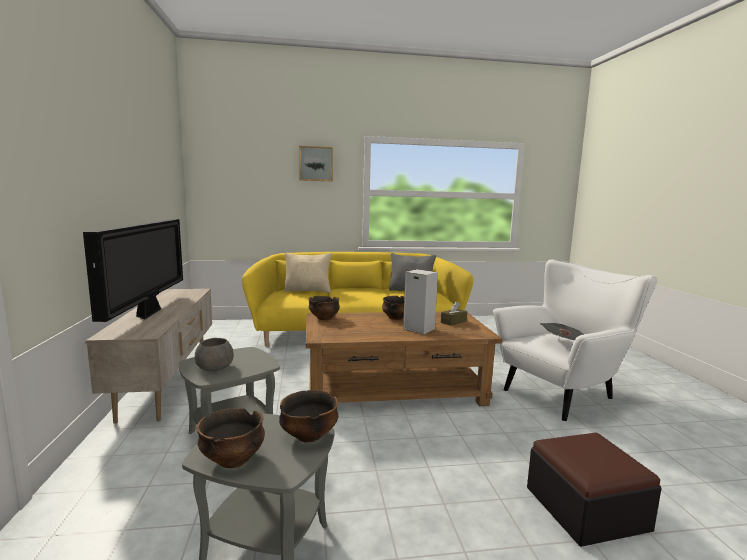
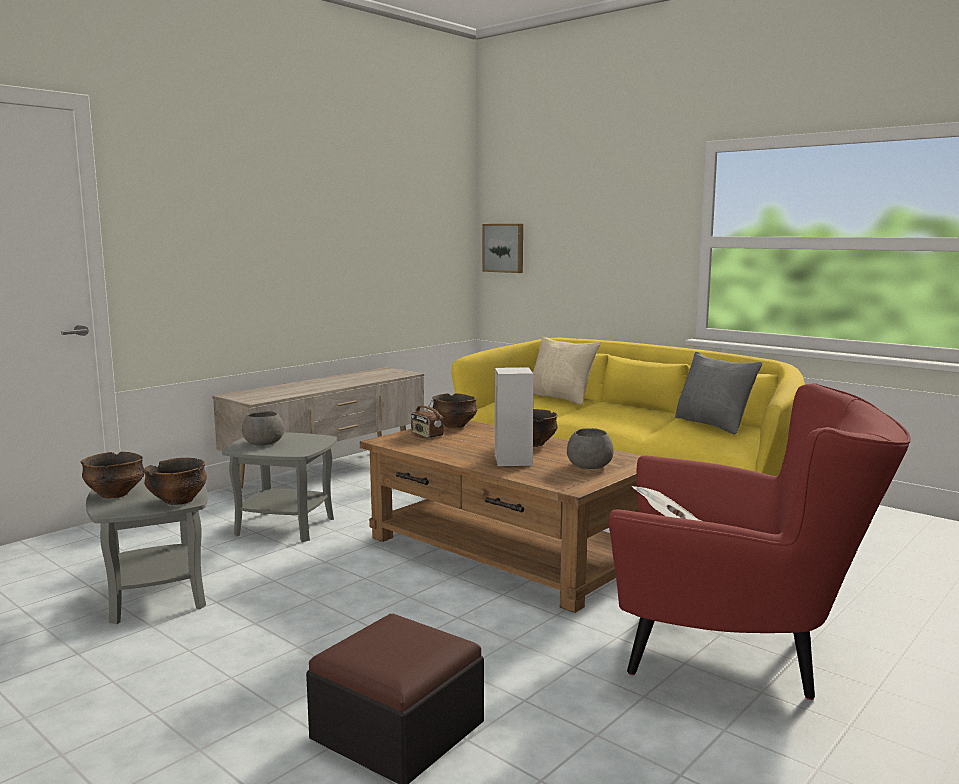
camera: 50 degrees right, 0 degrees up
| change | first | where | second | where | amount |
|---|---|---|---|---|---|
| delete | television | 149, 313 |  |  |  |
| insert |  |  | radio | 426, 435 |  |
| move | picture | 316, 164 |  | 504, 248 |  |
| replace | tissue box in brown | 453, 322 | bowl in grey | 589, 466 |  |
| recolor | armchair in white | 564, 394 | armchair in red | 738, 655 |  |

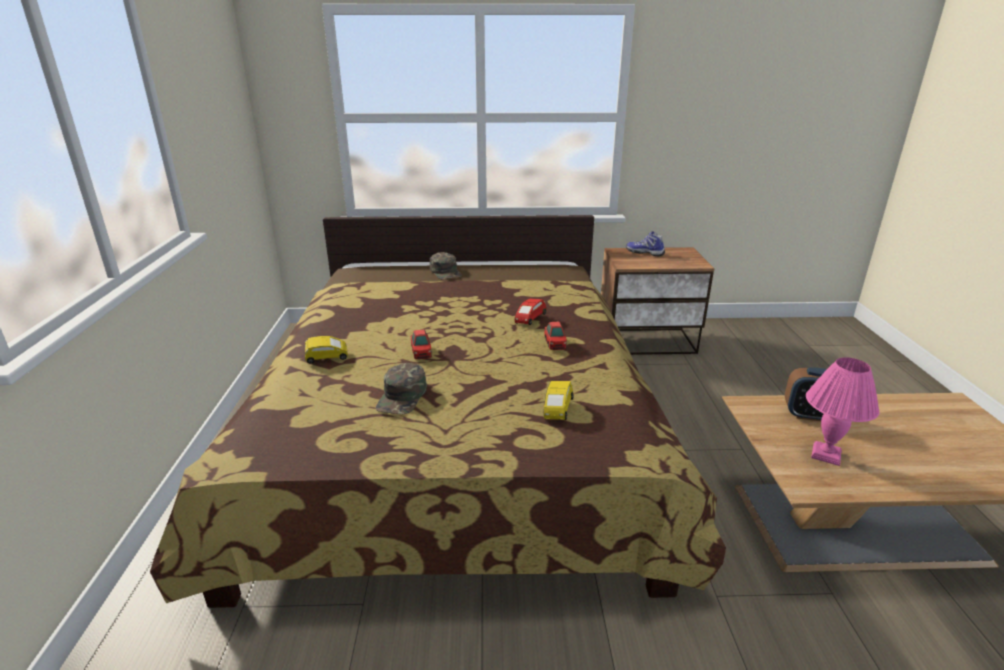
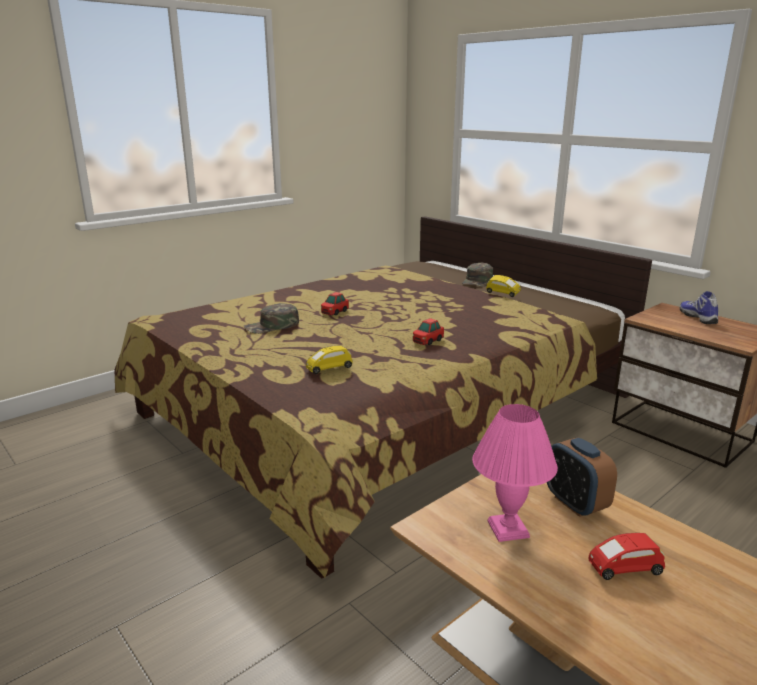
camera: 50 degrees right, 5 degrees down
| change | first | where | second | where | amount |
|---|---|---|---|---|---|
| move | toy car in yellow | 327, 358 |  | 502, 293 |  |
| move | toy car in red | 529, 319 |  | 623, 569 |  |

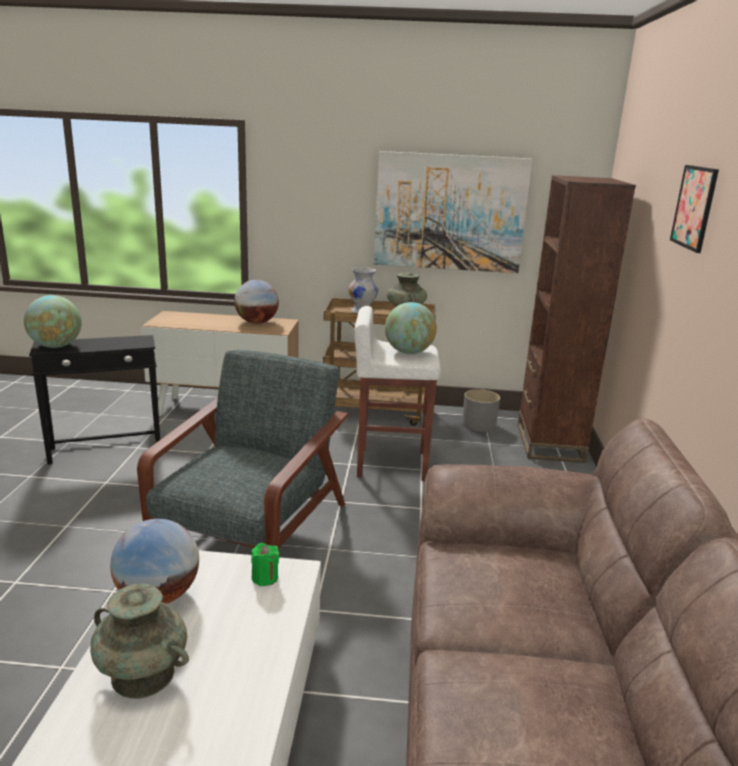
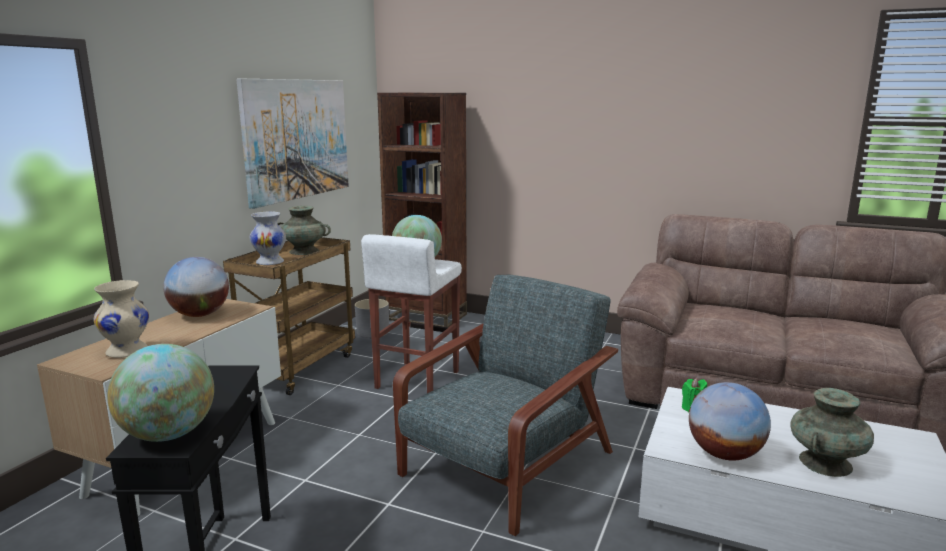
camera: 70 degrees left, 5 degrees down
| change | first | where | second | where | amount |
|---|---|---|---|---|---|
| delete | picture | 694, 207 |  |  |  |
| insert |  |  | vase in beige | 126, 351 |  |
| rotate | armchair in grey | 251, 531 |  | 505, 466 | 90 degrees clockwise |

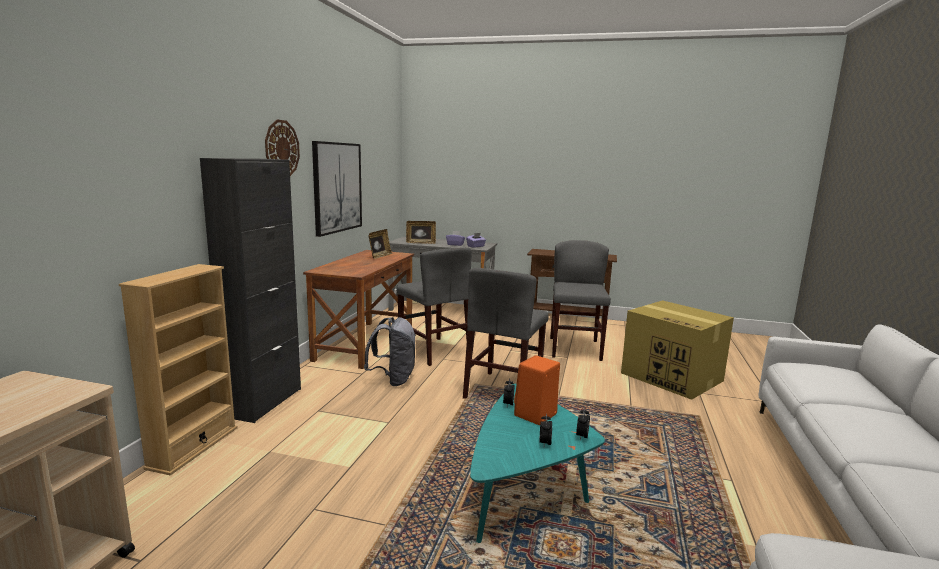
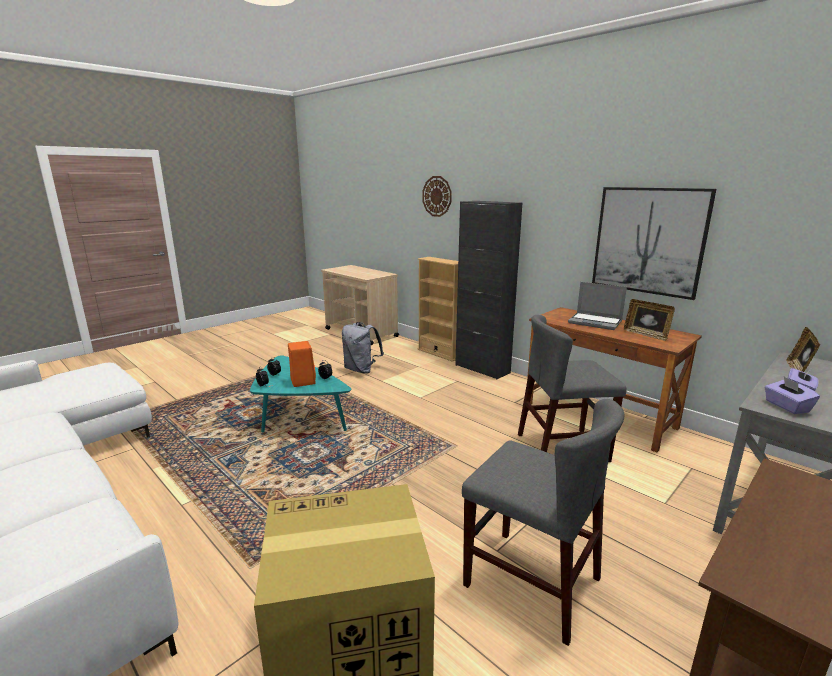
camera: 120 degrees right, 5 degrees up
| change | first | where | second | where | amount |
|---|---|---|---|---|---|
| delete | chair in grey | 503, 390 |  |  |  |
| insert |  |  | laptop | 595, 322 |  |
| move | wall clock | 282, 149 |  | 437, 196 |  |
| move | backpack in grey | 393, 379 |  | 361, 370 |  |

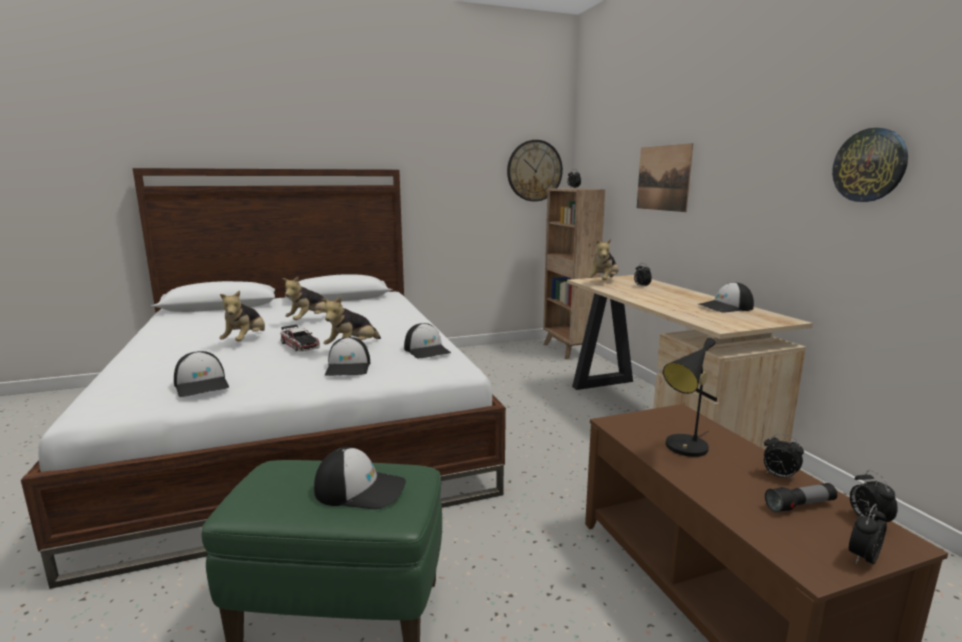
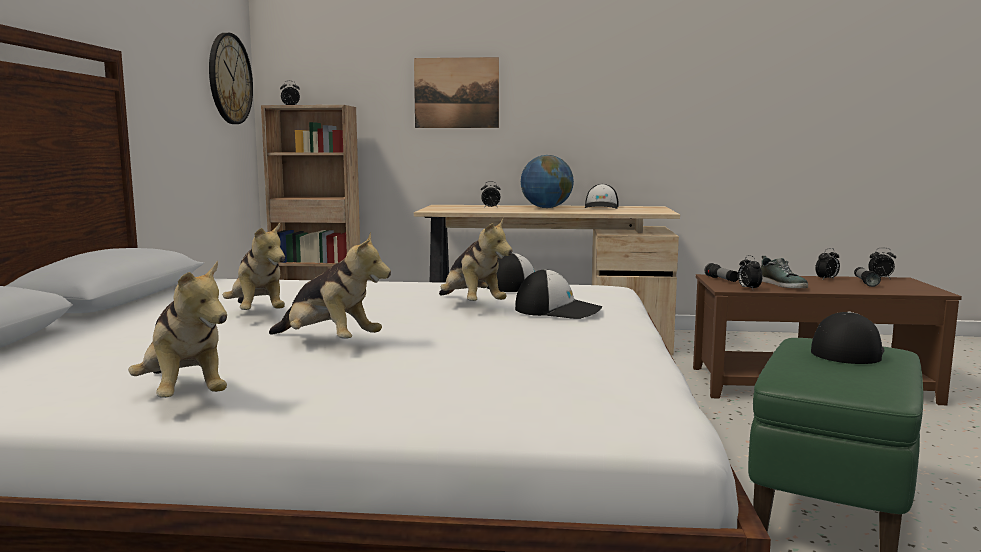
camera: 65 degrees left, 5 degrees down
| change | first | where | second | where | amount |
|---|---|---|---|---|---|
| delete | cap | 202, 385 |  |  |  |
| delete | toy car | 300, 345 |  |  |  |
| delete | wall clock | 869, 165 |  |  |  |
| insert |  |  | globe | 546, 208 |  |
| insert |  |  | flashlight | 721, 280 |  |
| move | plush toy | 604, 282 |  | 184, 396 |  |
| move | alarm clock | 863, 558 |  | 748, 289 |  |
| replace | table lamp in black | 684, 449 | shoe | 782, 284 |  |

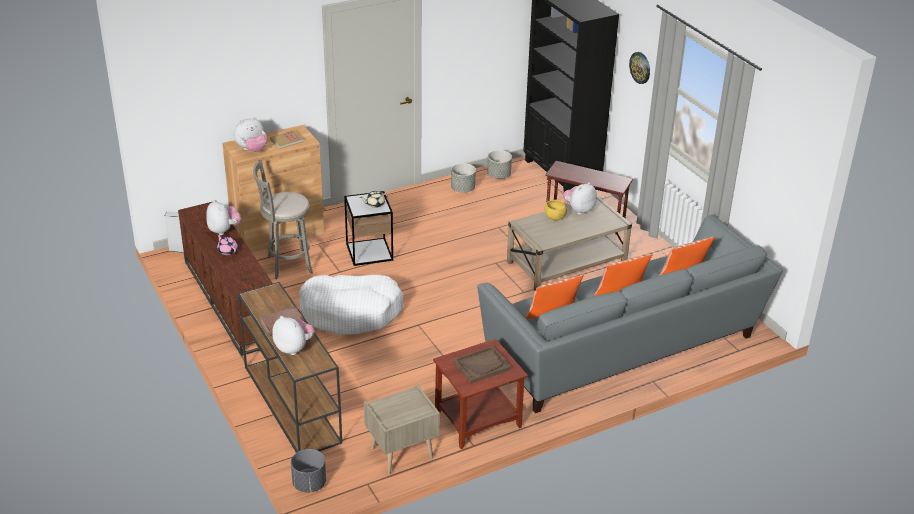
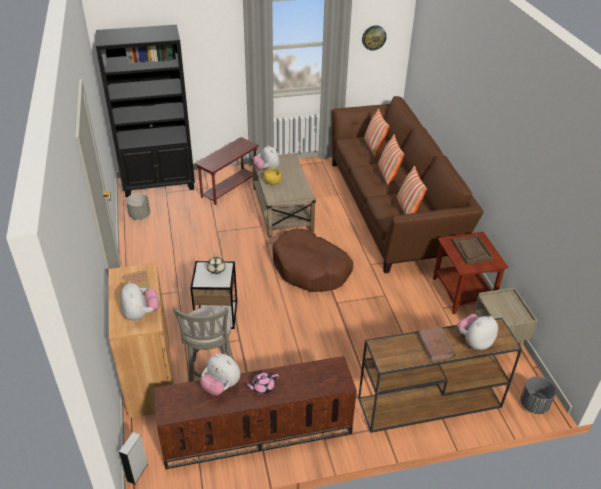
camera: 75 degrees left, 5 degrees up
| change | first | where | second | where | amount |
|---|---|---|---|---|---|
| delete | dog bed in white | 351, 312 |  |  |  |
| delete | planter in grey | 463, 189 |  |  |  |
| insert |  |  | dog bed in brown | 311, 269 |  |
| move | wall clock | 640, 67 |  | 374, 37 |  |
| recolor | sofa in grey | 622, 350 | sofa in brown | 393, 208 |  |
| rotate | plush toy | 224, 230 |  | 221, 386 | 135 degrees counterclockwise |

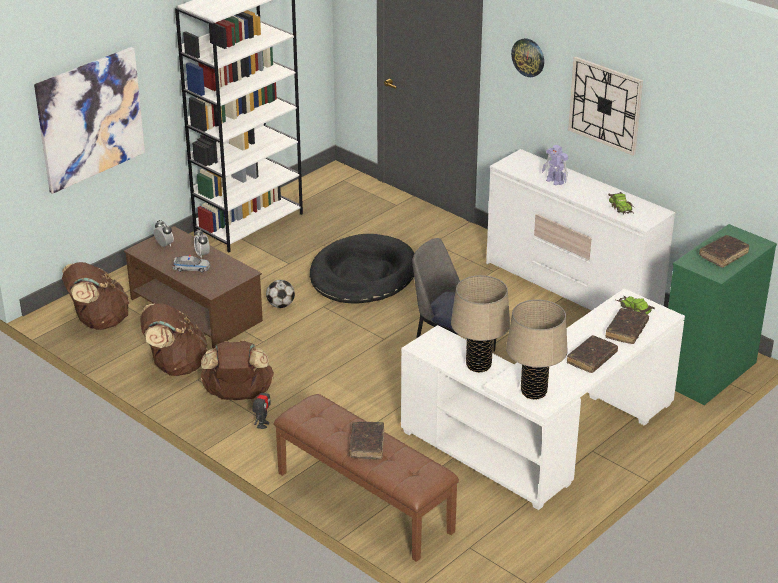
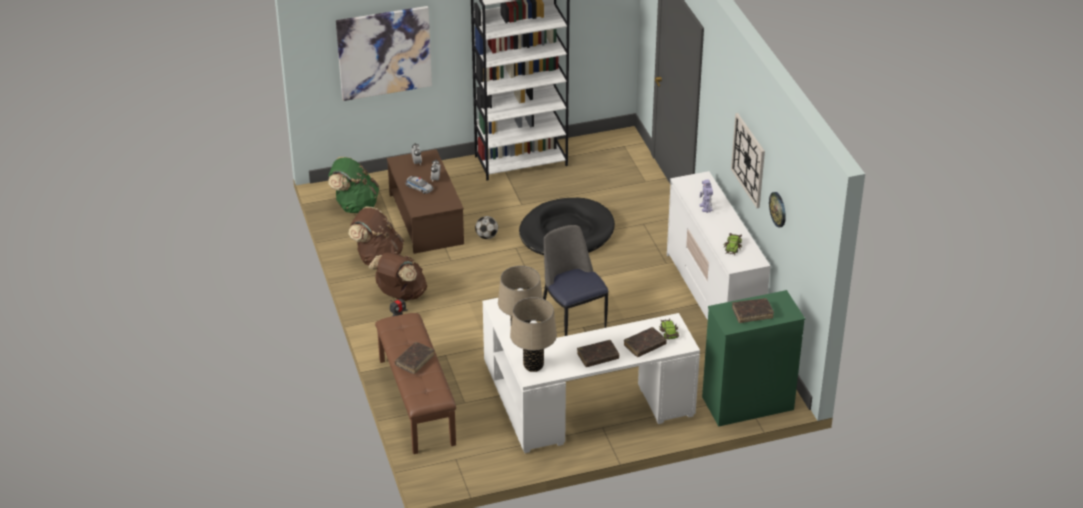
camera: 30 degrees right, 5 degrees up
| change | first | where | second | where | amount |
|---|---|---|---|---|---|
| move | wall clock | 528, 57 |  | 778, 209 |  |
| recolor | backpack in brown | 98, 322 | backpack in green | 355, 205 |  |

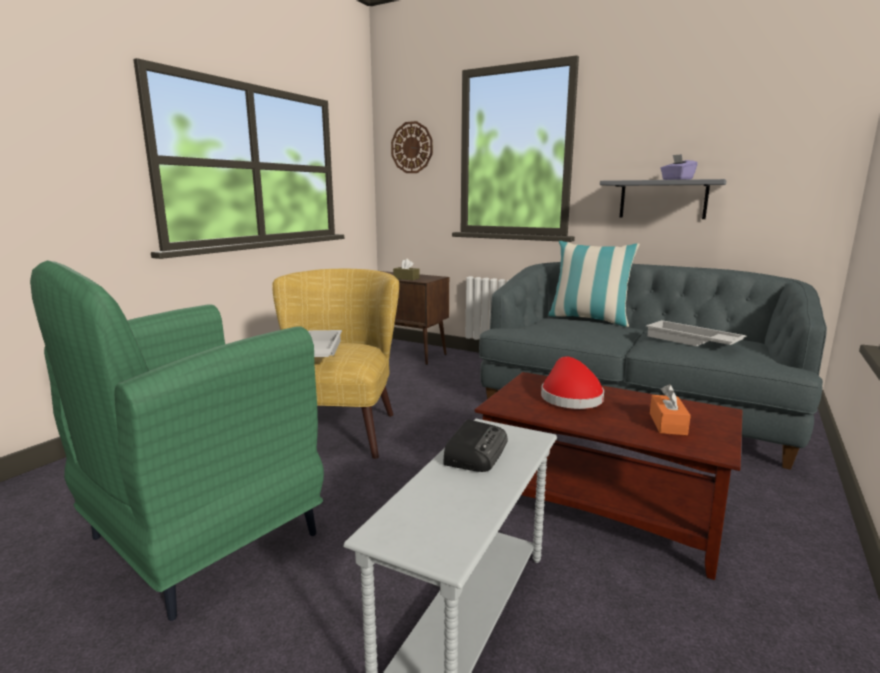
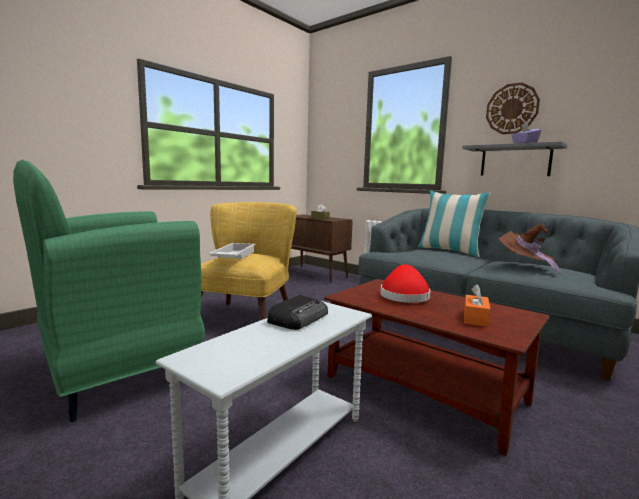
camera: 10 degrees right, 5 degrees down
| change | first | where | second | where | amount |
|---|---|---|---|---|---|
| move | wall clock | 412, 147 |  | 512, 109 |  |
| replace | tray in white | 691, 341 | hat in brown | 525, 267 |  |

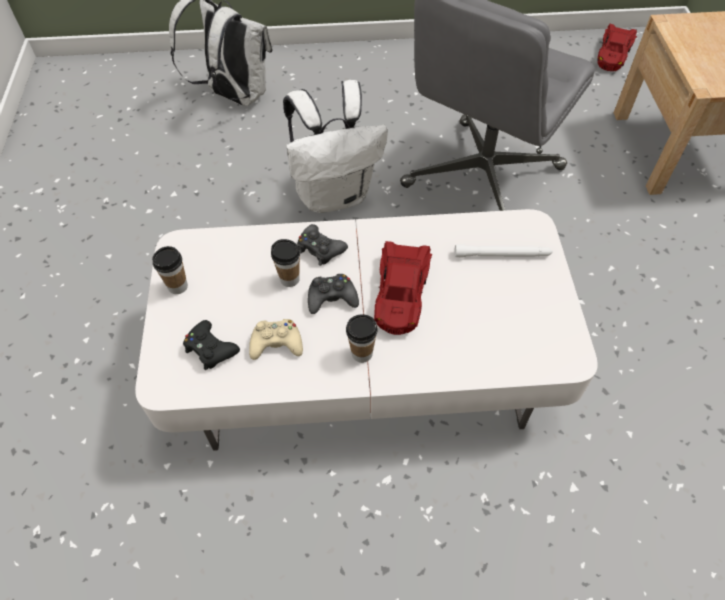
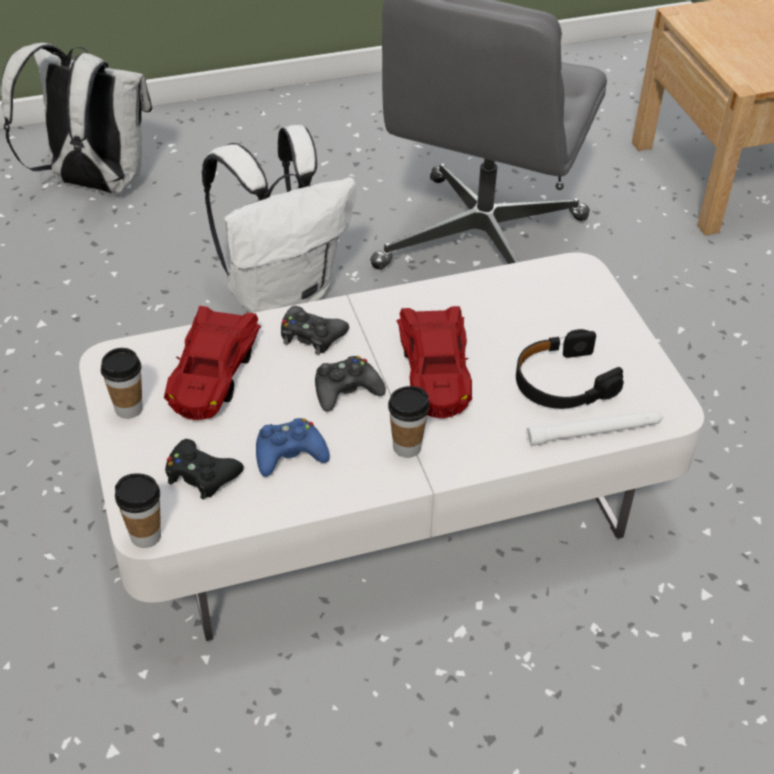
camera: 15 degrees left, 10 degrees down
| change | first | where | second | where | amount |
|---|---|---|---|---|---|
| insert |  |  | headphones in black | 562, 382 |  |
| move | cup | 289, 279 |  | 146, 536 |  |
| move | flashlight in white | 502, 255 |  | 595, 432 |  |
| move | toy car in red | 612, 54 |  | 211, 374 |  |
| recolor | game controller in beige | 276, 343 | game controller in blue | 289, 454 |  |

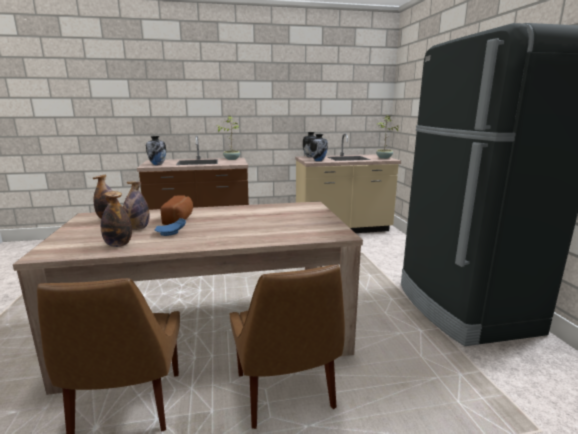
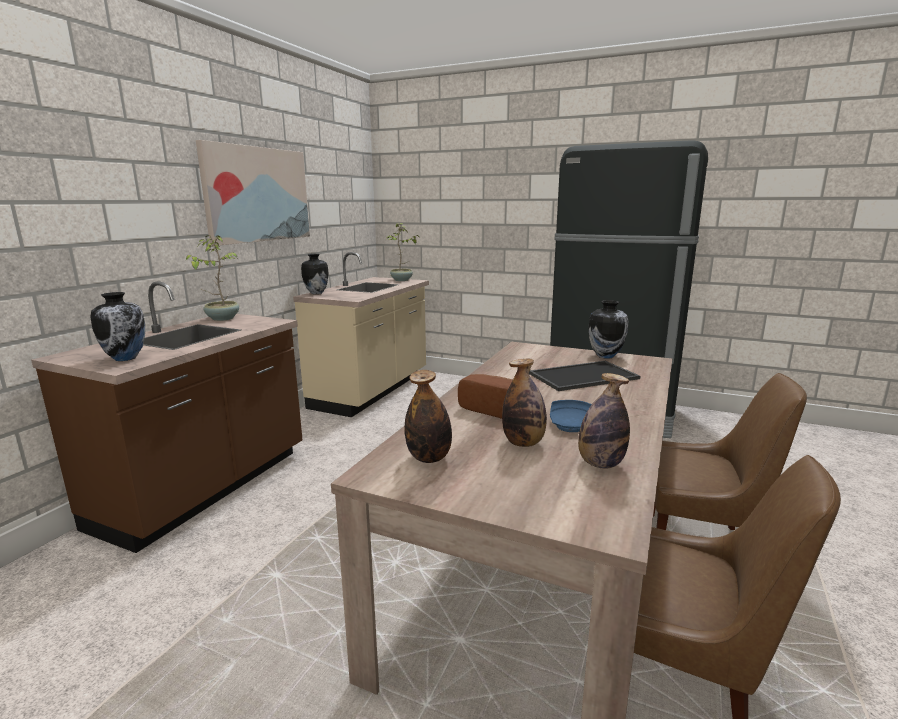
camera: 55 degrees left, 0 degrees up
| change | first | where | second | where | amount |
|---|---|---|---|---|---|
| insert |  |  | picture | 257, 194 |  |
| insert |  |  | tray | 583, 377 |  |
| move | vase | 318, 160 |  | 605, 356 |  |

